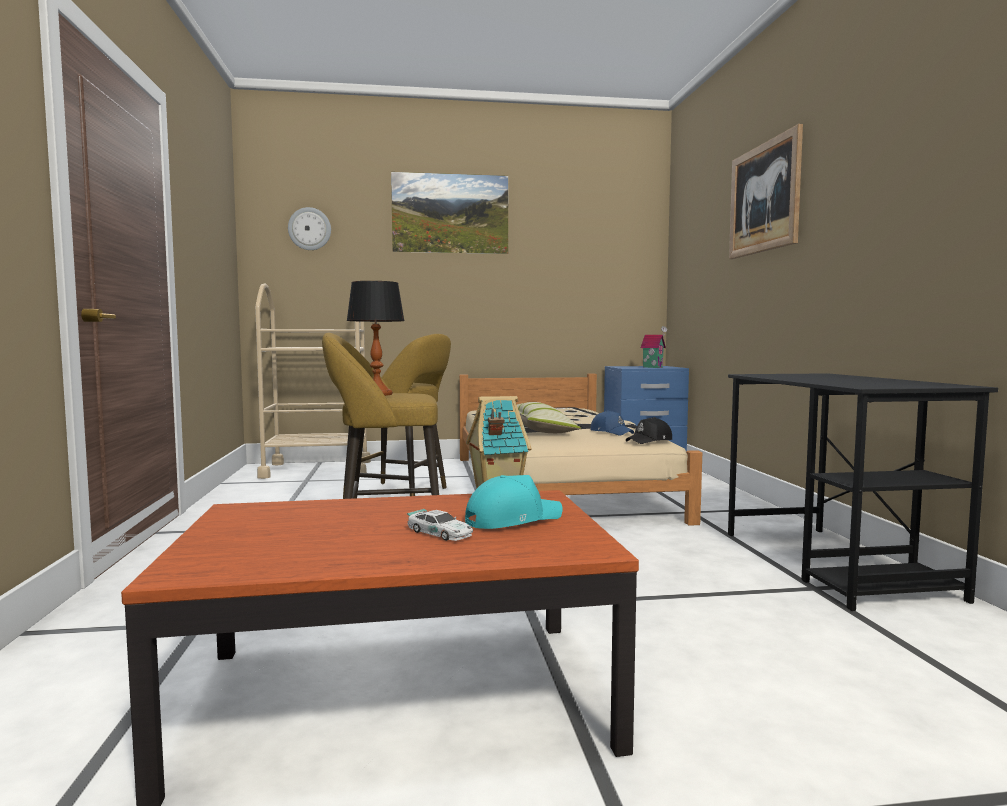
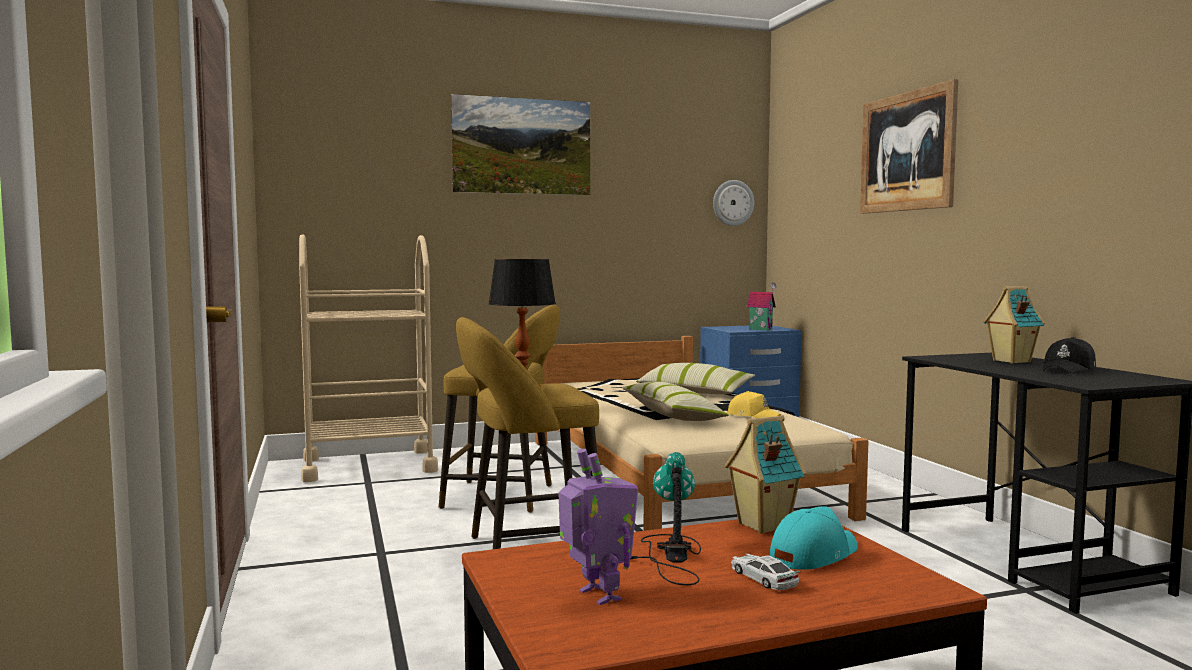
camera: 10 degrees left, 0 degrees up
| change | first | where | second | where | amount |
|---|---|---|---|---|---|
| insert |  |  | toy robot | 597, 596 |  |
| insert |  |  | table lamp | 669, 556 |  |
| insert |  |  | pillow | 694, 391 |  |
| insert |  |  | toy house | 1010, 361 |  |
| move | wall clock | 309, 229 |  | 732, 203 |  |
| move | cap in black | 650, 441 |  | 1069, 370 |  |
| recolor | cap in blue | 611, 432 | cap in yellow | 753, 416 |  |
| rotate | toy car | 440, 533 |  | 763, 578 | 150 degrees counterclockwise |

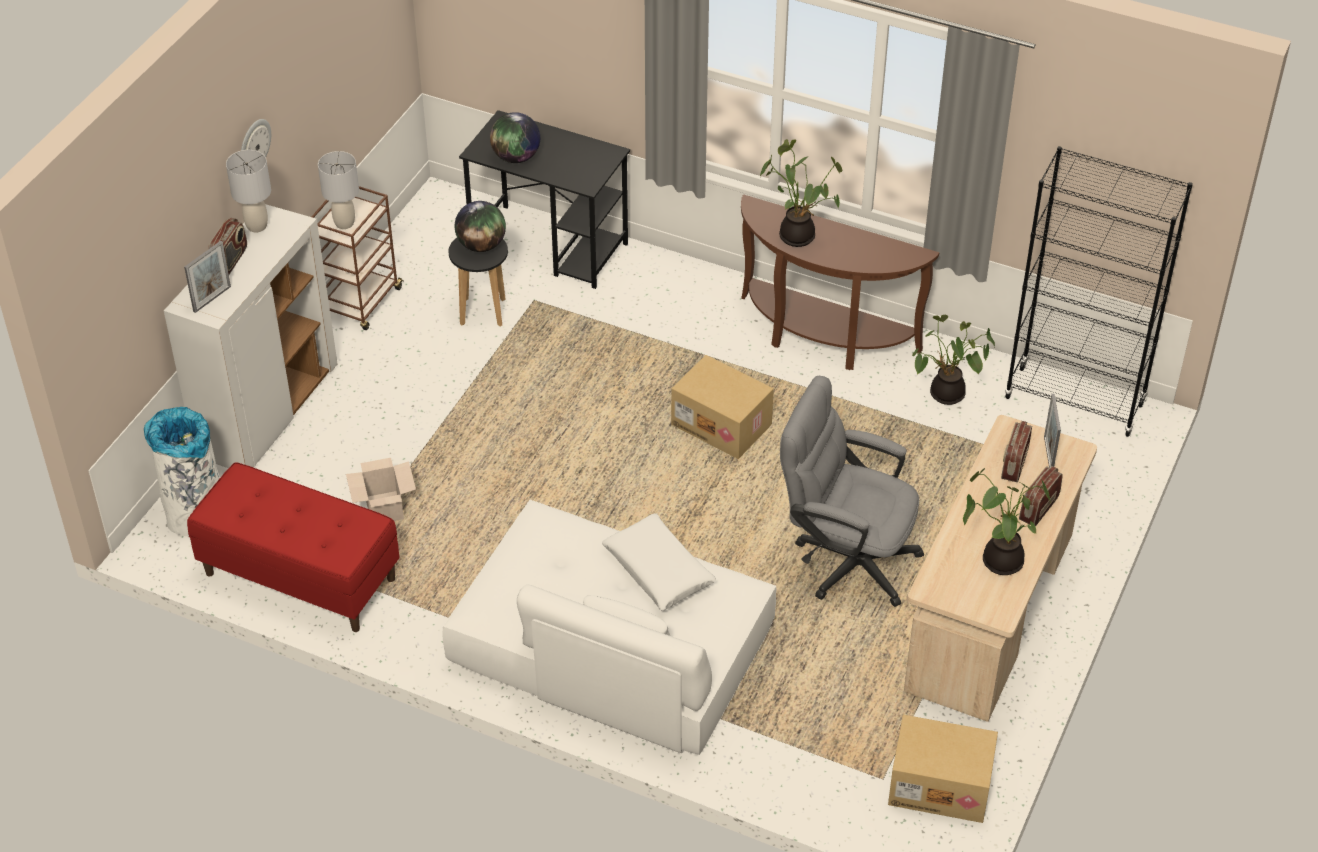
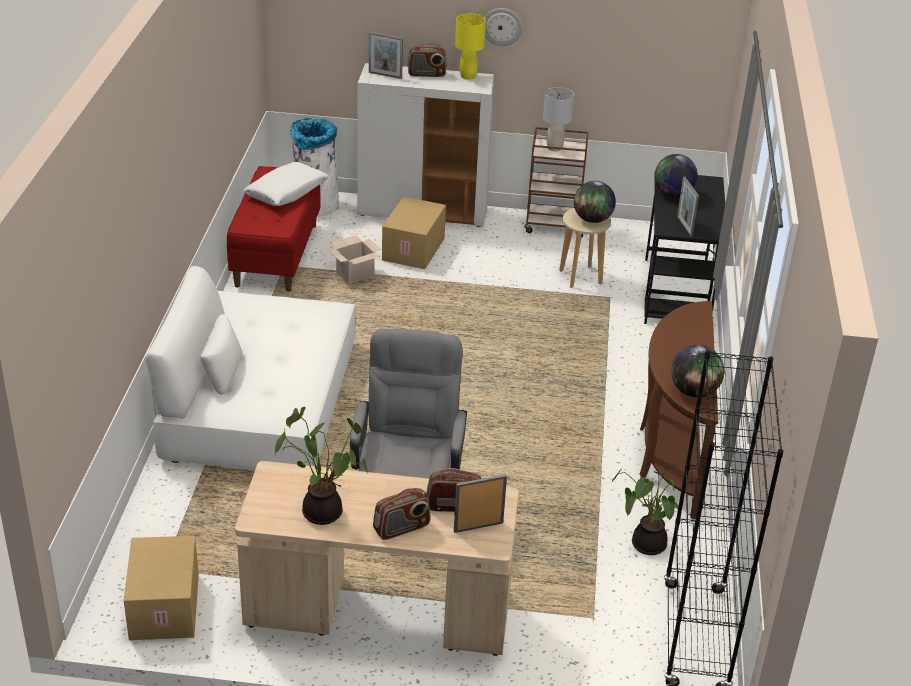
camera: 70 degrees right, 10 degrees down
| change | first | where | second | where | amount |
|---|---|---|---|---|---|
| delete | potted plant | 799, 235 |  |  |  |
| insert |  |  | globe | 694, 391 |  |
| insert |  |  | picture frame | 684, 226 |  |
| move | pillow in white | 659, 570 |  | 287, 192 |  |
| move | cardboard box | 722, 424 |  | 414, 249 |  |
| recolor | table lamp in grey | 256, 226 | table lamp in yellow | 468, 76 |  |
| recolor | stool in black | 482, 312 | stool in beige | 580, 277 |  |
| rotate | radio | 1038, 508 |  | 401, 528 | 135 degrees clockwise |

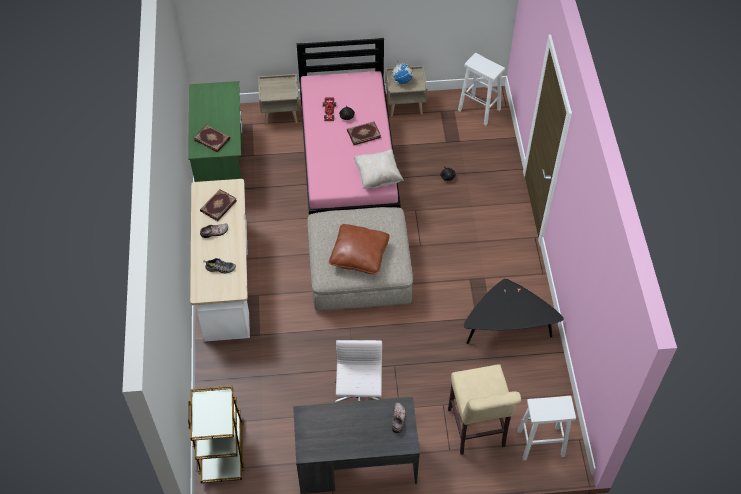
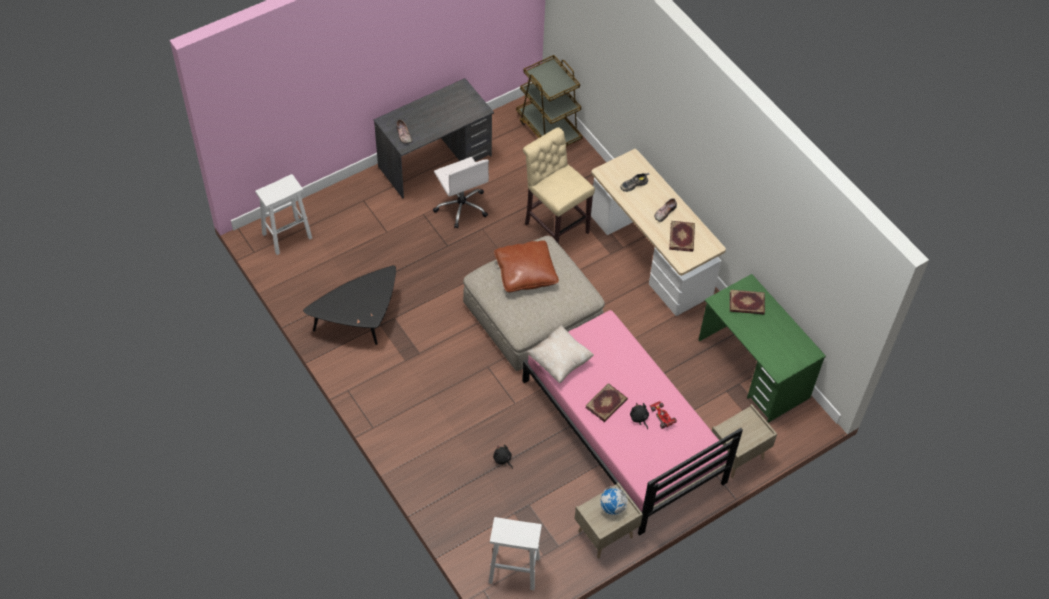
camera: 150 degrees right, 0 degrees up
| change | first | where | second | where | amount |
|---|---|---|---|---|---|
| move | stool in beige | 477, 431 |  | 554, 226 |  |

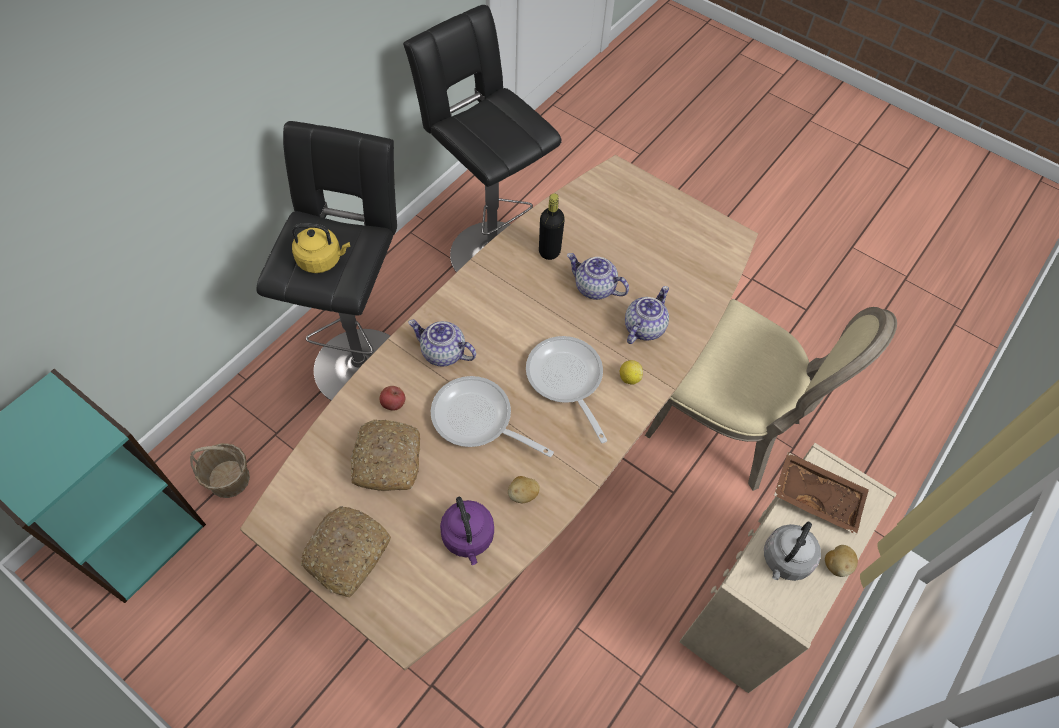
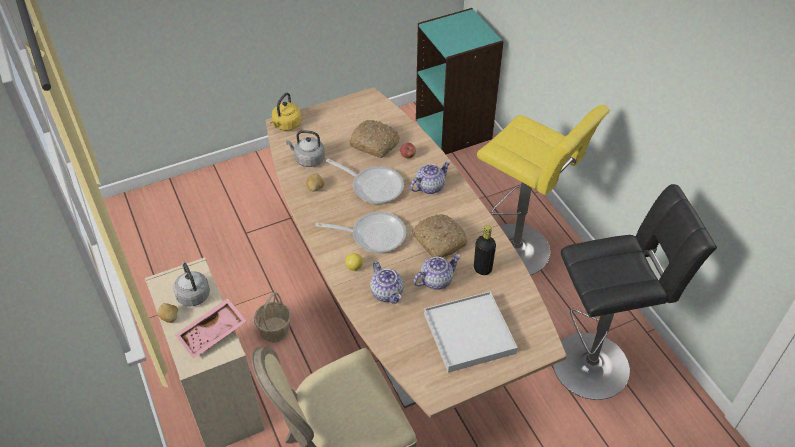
camera: 120 degrees right, 10 degrees down
| change | first | where | second | where | amount |
|---|---|---|---|---|---|
| insert |  |  | tray in white | 469, 333 |  |
| move | basket | 229, 479 |  | 275, 330 |  |
| move | kettle in yellow | 322, 260 |  | 286, 125 |  |
| move | bread | 347, 555 |  | 438, 240 |  |
| recolor | stool in black | 363, 361 | stool in yellow | 520, 252 |  |
| recolor | kettle in purple | 468, 538 | kettle in grey | 308, 159 |  |
| recolor | tray in brown | 817, 496 | tray in pink | 213, 334 |  |
| rotate | frying pan | 478, 420 |  | 373, 186 | 60 degrees clockwise |

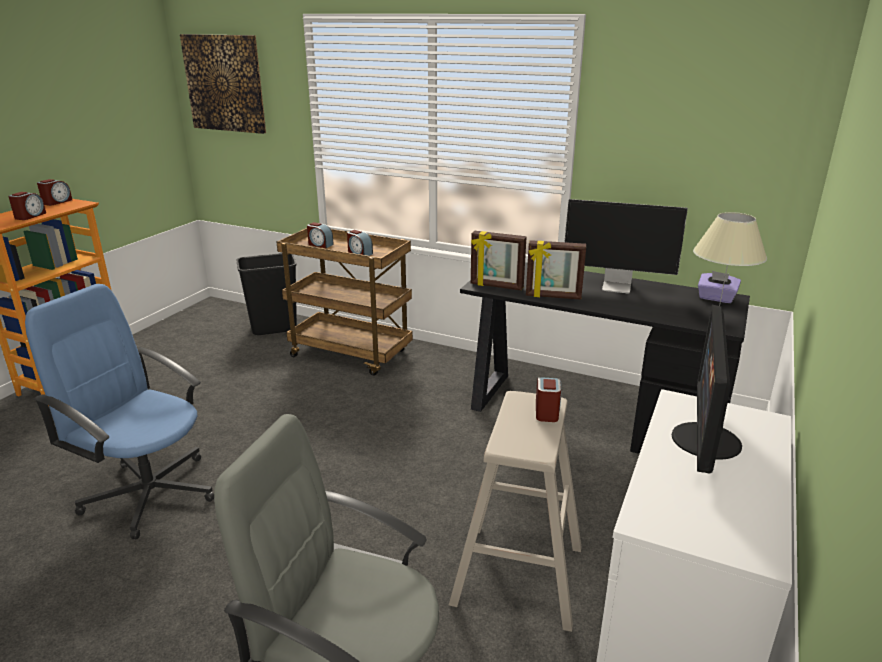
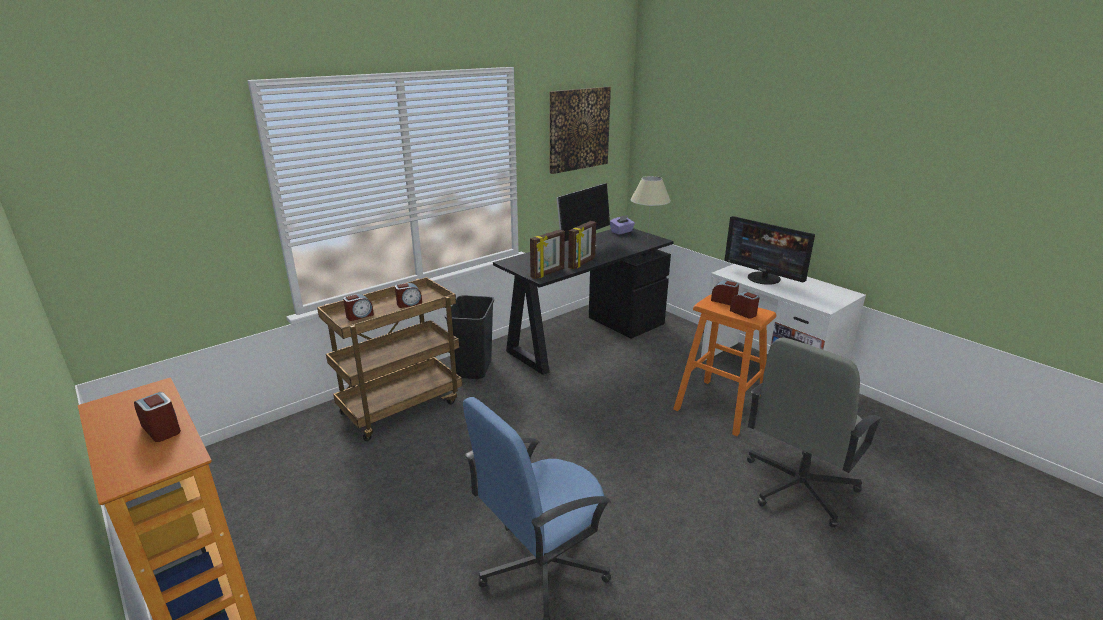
camera: 65 degrees left, 0 degrees up
| change | first | where | second | where | amount |
|---|---|---|---|---|---|
| move | alarm clock | 57, 202 |  | 743, 313 |  |
| move | picture | 225, 83 |  | 578, 129 |  |
| move | trash can in black | 274, 328 |  | 473, 369 |  |
| recolor | stool in beige | 518, 574 | stool in orange | 720, 406 |  |

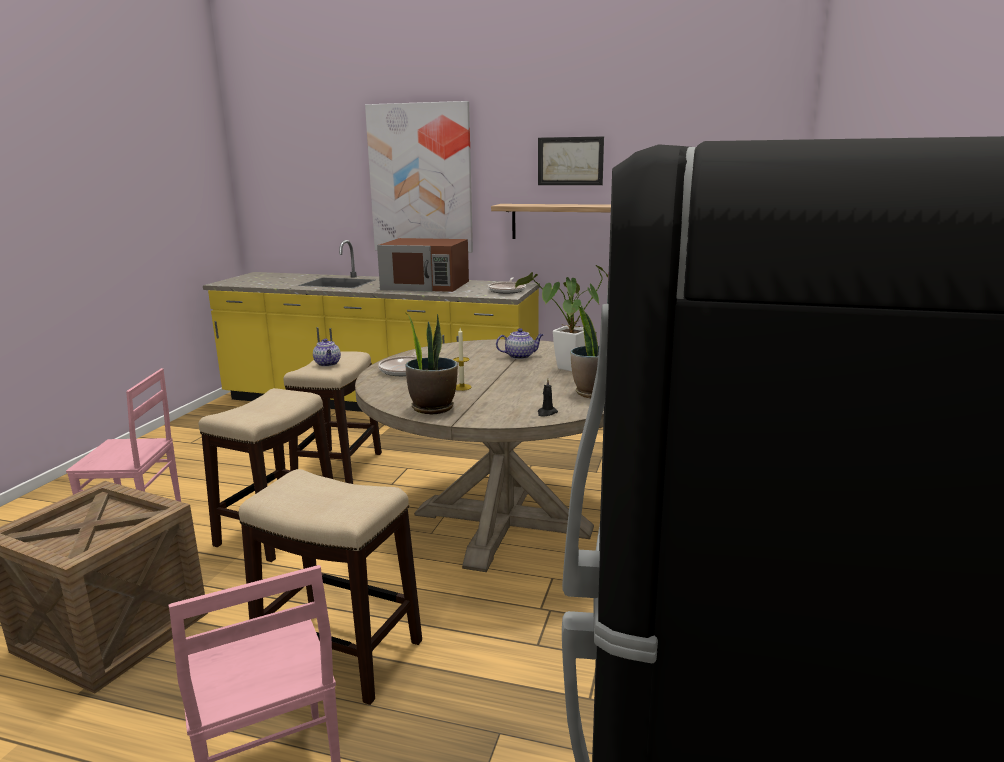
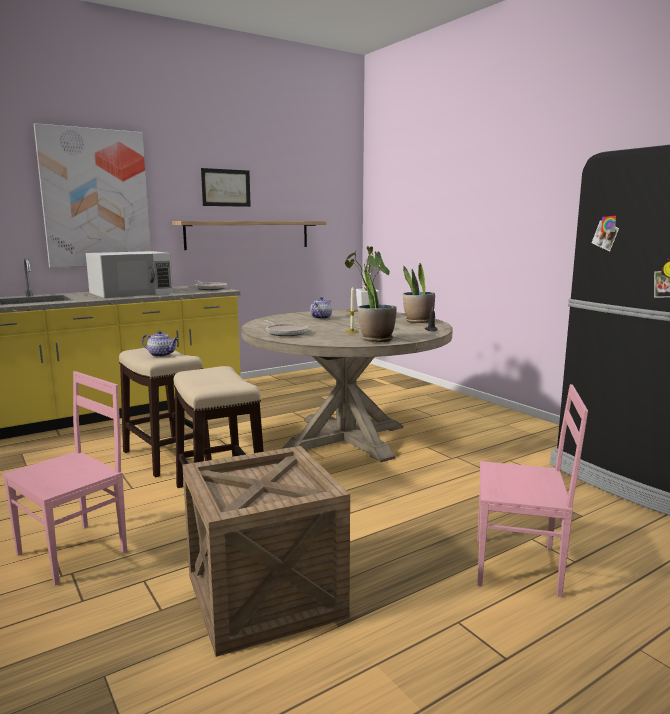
camera: 50 degrees left, 5 degrees down
| change | first | where | second | where | amount |
|---|---|---|---|---|---|
| delete | stool | 338, 653 |  |  |  |
| recolor | microwave in brown | 426, 285 | microwave in white | 132, 292 |  |

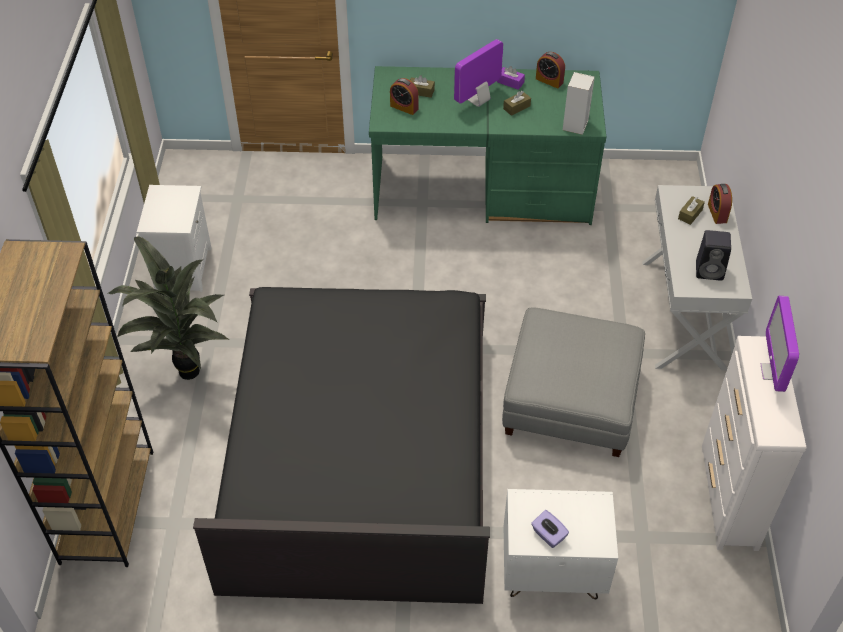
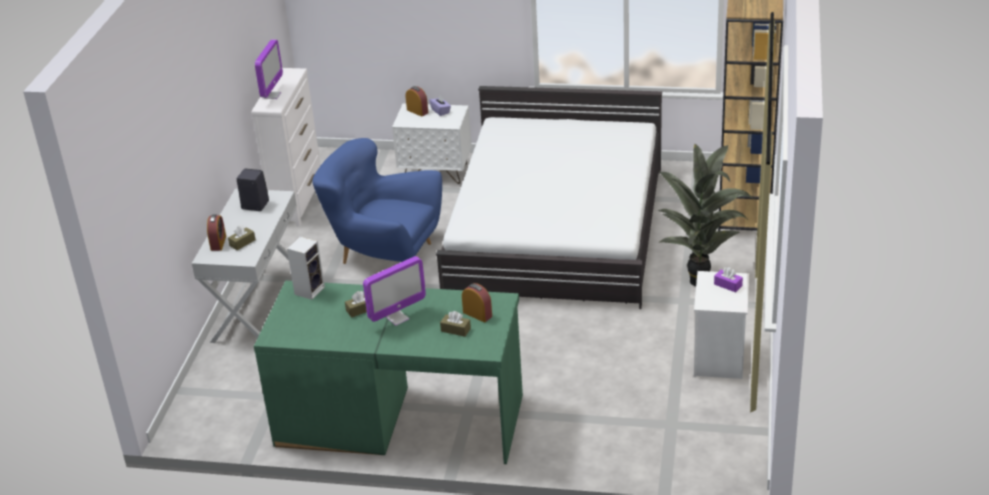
camera: 170 degrees left, 15 degrees down
| change | first | where | second | where | amount |
|---|---|---|---|---|---|
| move | tissue box in purple | 510, 82 |  | 728, 285 |  |
| move | alarm clock | 549, 80 |  | 417, 111 |  |
| replace | ottoman in grey | 571, 401 | armchair in blue | 384, 253 |  |
| recolor | bed in black | 359, 454 | bed in white | 557, 229 |  |

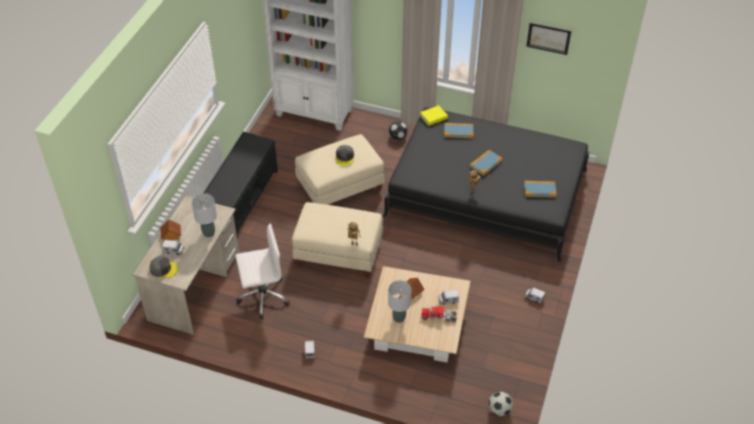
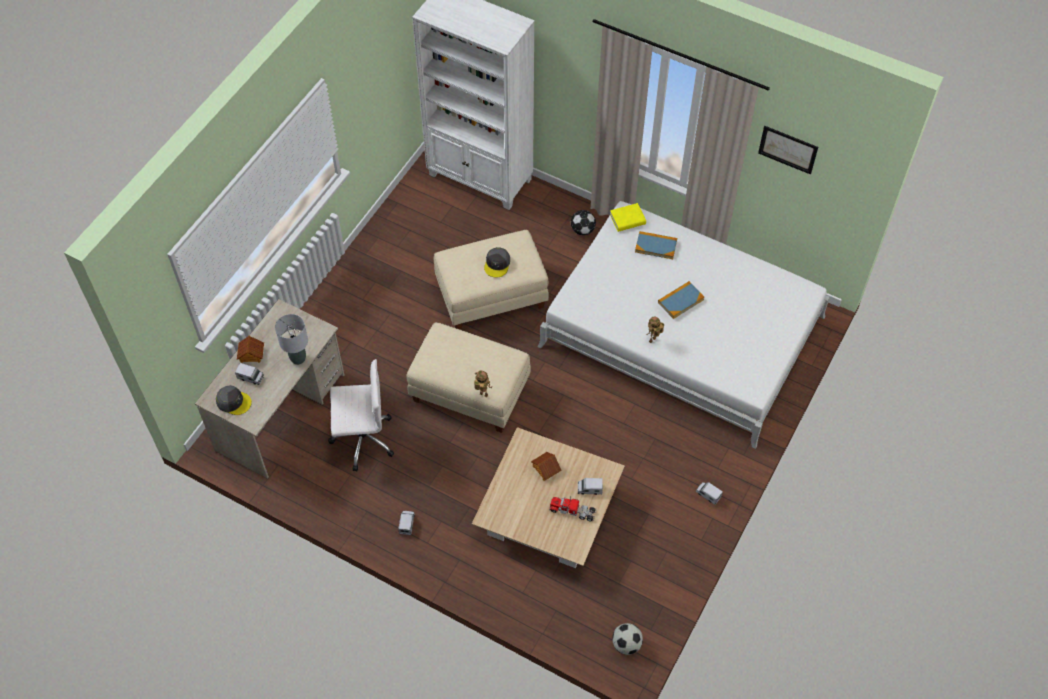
camera: 10 degrees right, 10 degrees up
| change | first | where | second | where | amount |
|---|---|---|---|---|---|
| delete | bench in black | 242, 199 |  |  |  |
| delete | table lamp in grey | 398, 318 |  |  |  |
| delete | book | 539, 190 |  |  |  |
| recolor | bed in black | 486, 193 | bed in white | 682, 331 |  |

